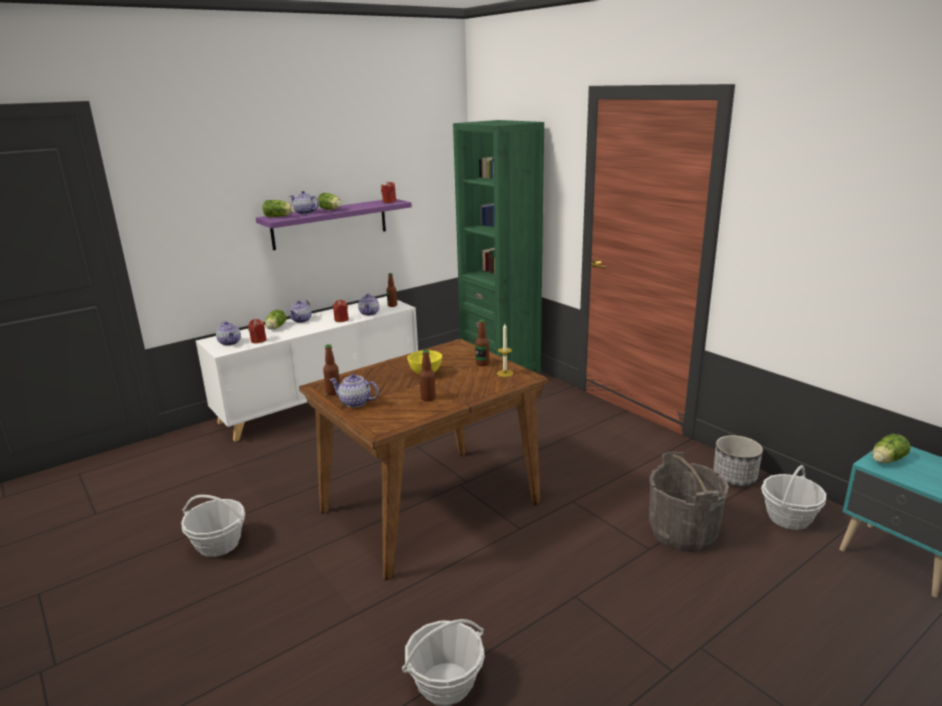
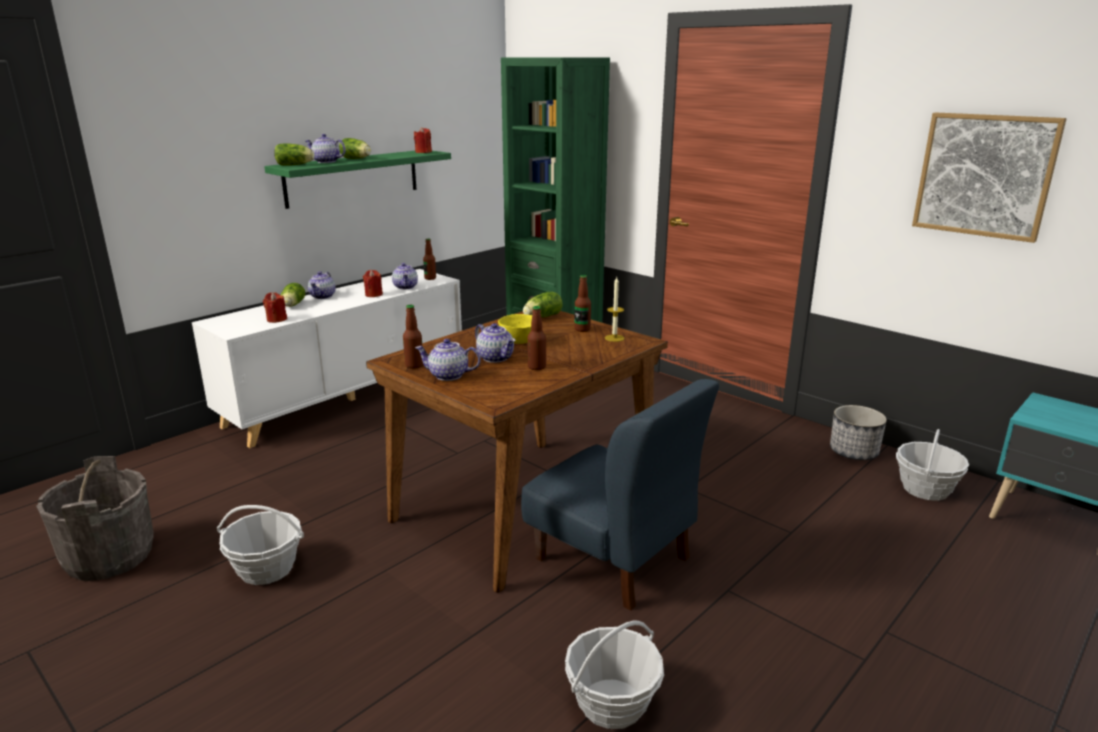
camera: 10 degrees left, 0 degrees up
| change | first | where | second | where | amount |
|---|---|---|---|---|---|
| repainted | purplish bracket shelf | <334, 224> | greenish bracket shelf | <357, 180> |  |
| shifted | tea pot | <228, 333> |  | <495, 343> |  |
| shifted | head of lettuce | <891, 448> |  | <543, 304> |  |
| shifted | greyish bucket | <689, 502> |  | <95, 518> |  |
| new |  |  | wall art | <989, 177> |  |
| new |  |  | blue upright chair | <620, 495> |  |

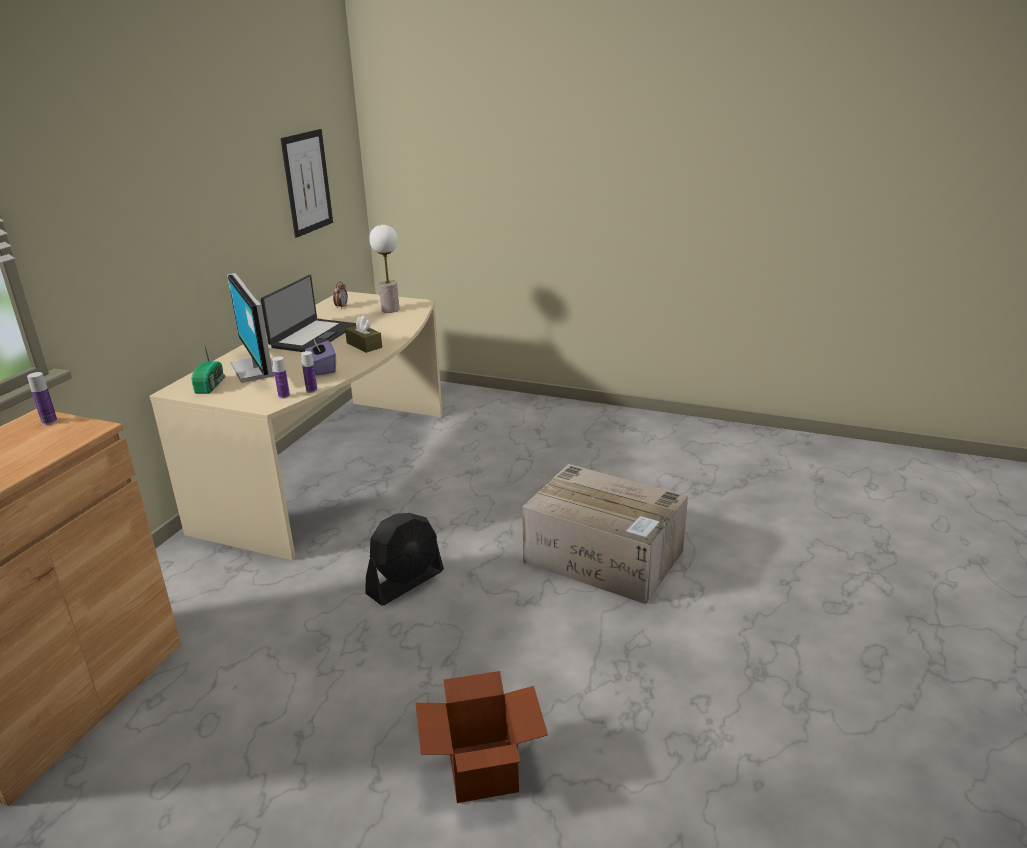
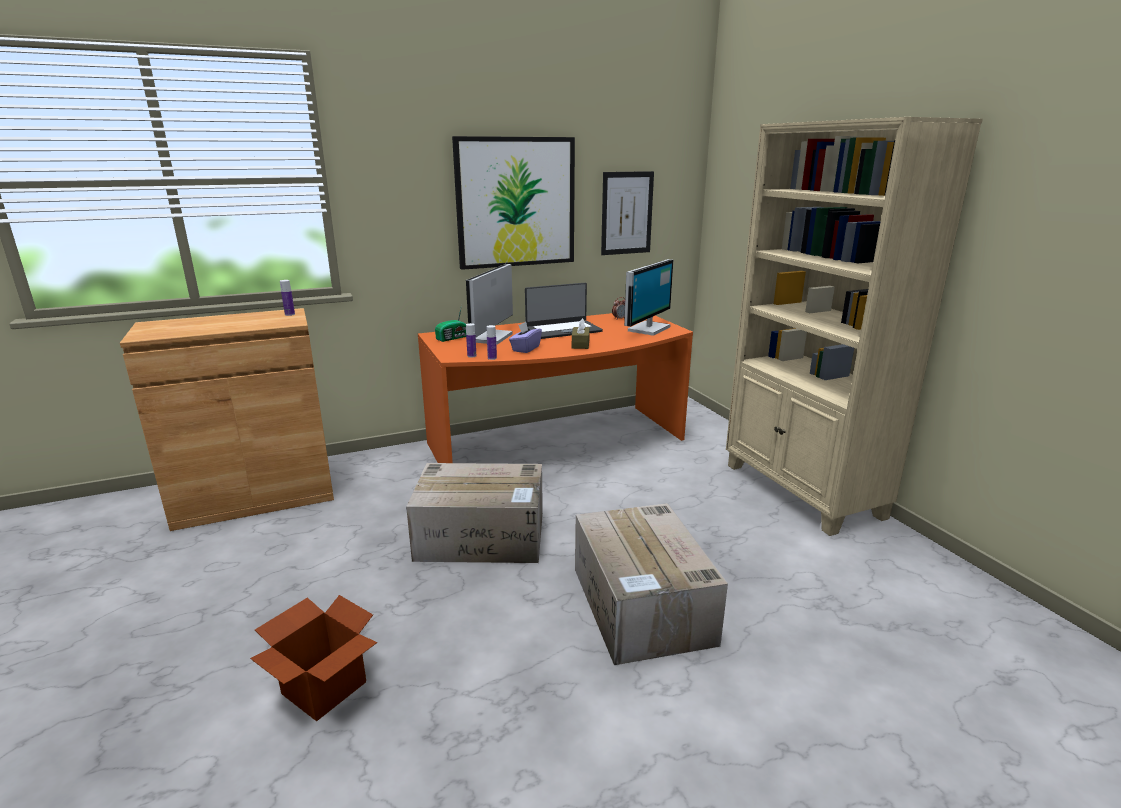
camera: 45 degrees right, 5 degrees down
| change | first | where | second | where | amount |
|---|---|---|---|---|---|
| swapped | tabletop lamp | <384, 269> | computer screen | <648, 297> |  |
| repainted | beige desk | <296, 426> | orangey desk | <555, 388> |  |
| swapped | black-coloured fan | <404, 559> | packing box | <474, 513> |  |
| new |  |  | beige shelving unit | <854, 326> |  |
| new |  |  | wall art | <513, 203> |  |

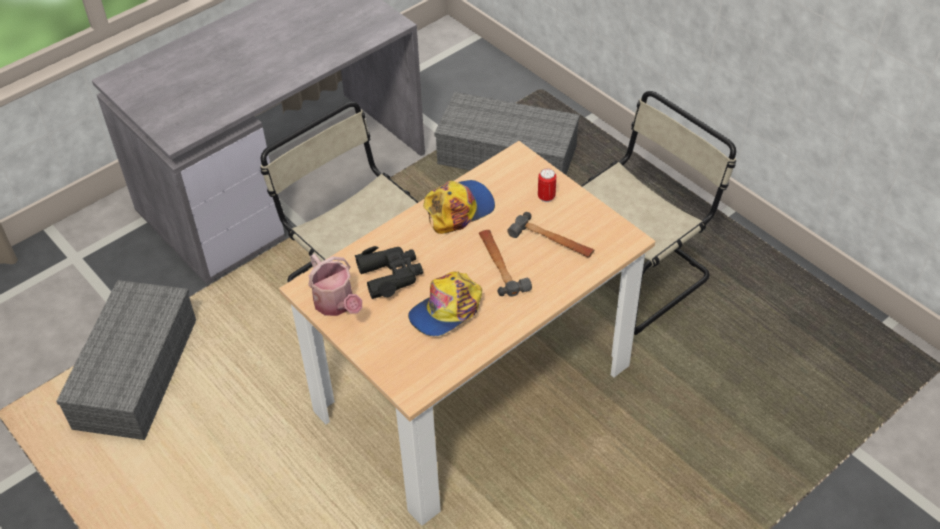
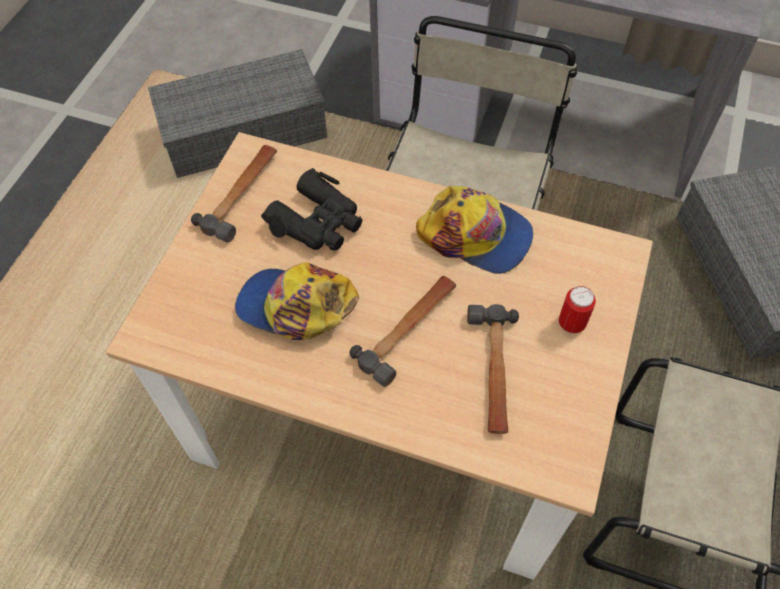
camera: 60 degrees right, 10 degrees up
| change | first | where | second | where | amount |
|---|---|---|---|---|---|
| swapped | sprinkling can | <335, 285> | hammer | <234, 194> |  |

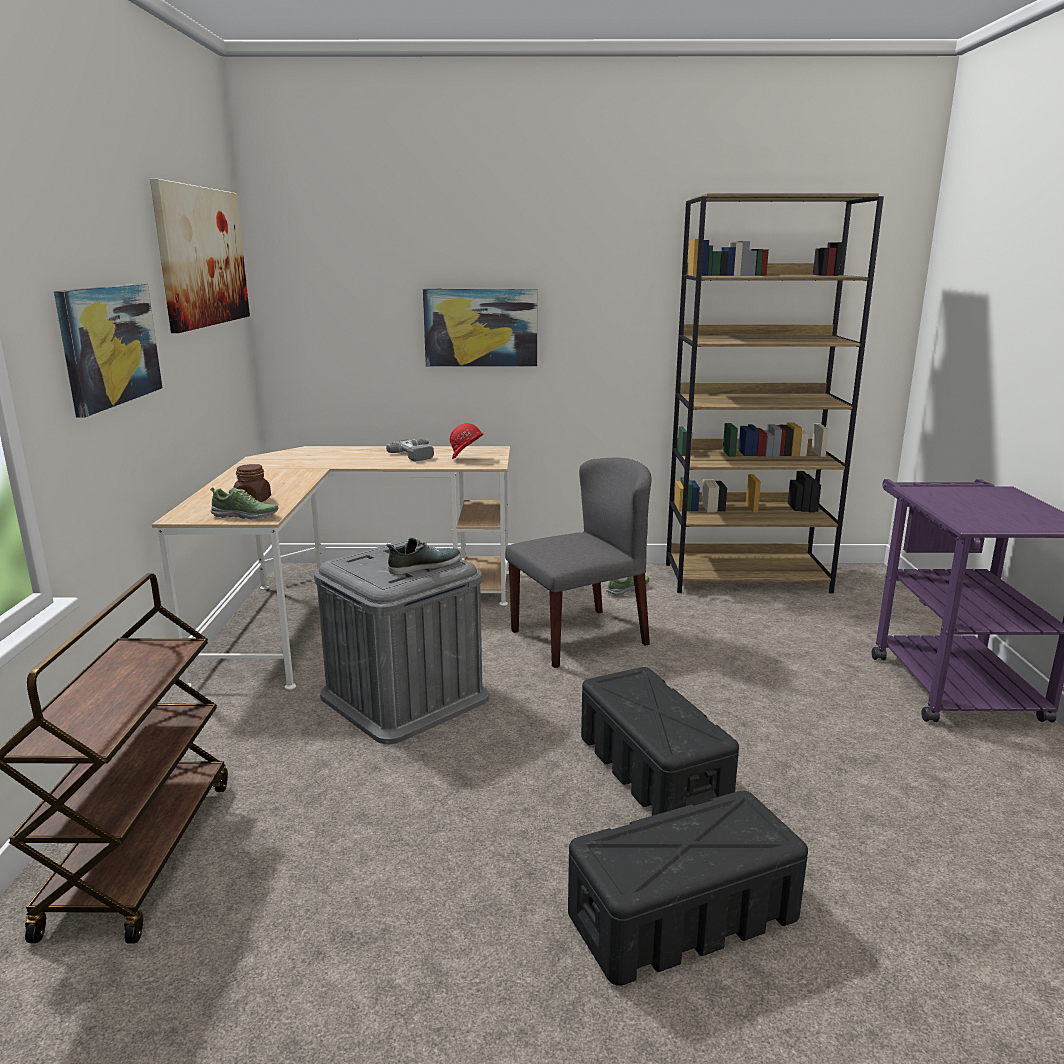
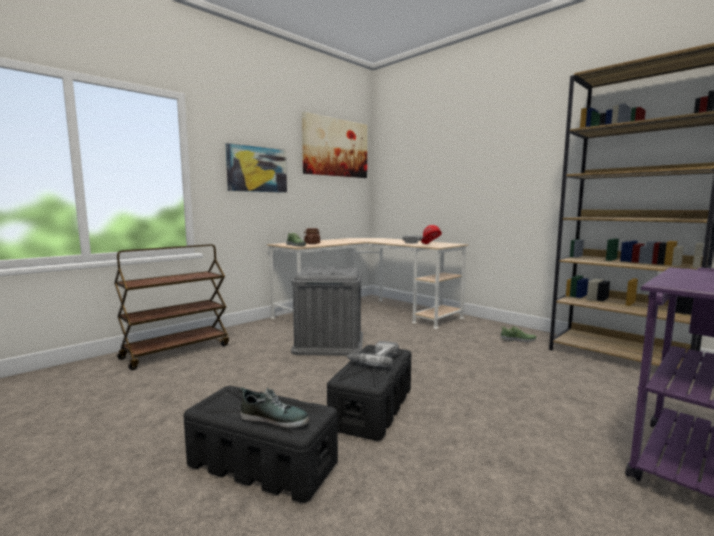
camera: 45 degrees right, 10 degrees down
| change | first | where | second | where | amount |
|---|---|---|---|---|---|
| gone | wall art | <480, 328> |  |  |  |
| gone | greyish upright chair | <578, 563> |  |  |  |
| shifted | item of footwear | <423, 556> |  | <274, 407> |  |
| new |  |  | drill | <373, 354> |  |

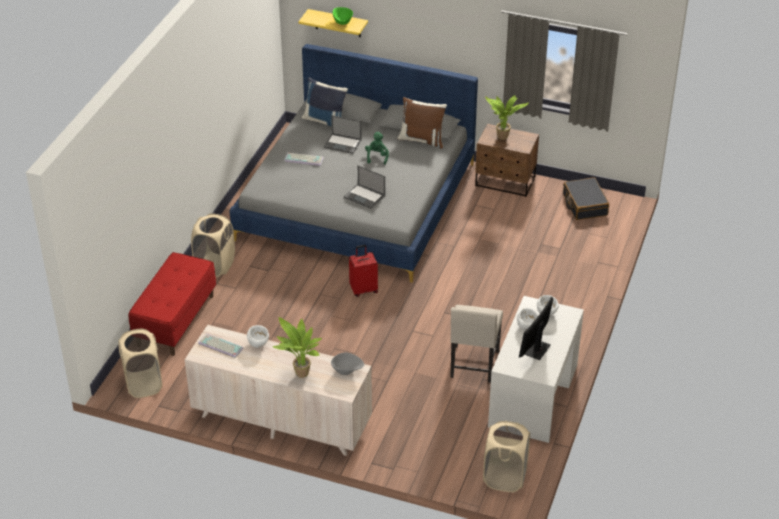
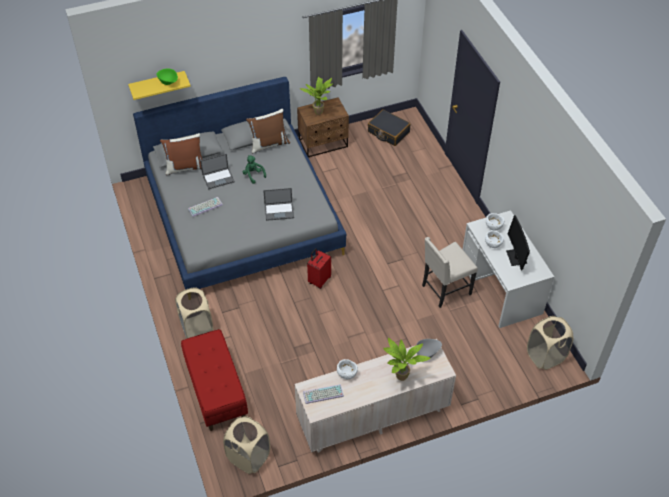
camera: 40 degrees left, 10 degrees up
| change | first | where | second | where | amount |
|---|---|---|---|---|---|
| repainted | blue throw pillow | <324, 102> | brown throw pillow | <181, 154> |  |
| rotated | beige upright chair | <476, 344> |  | <450, 272> | 90 degrees clockwise |

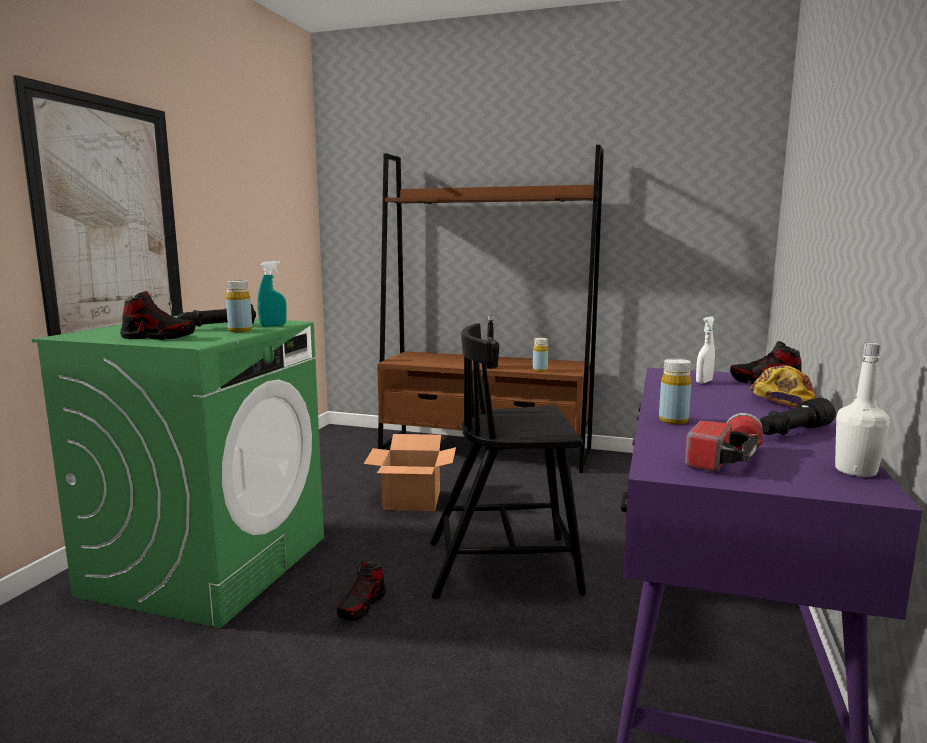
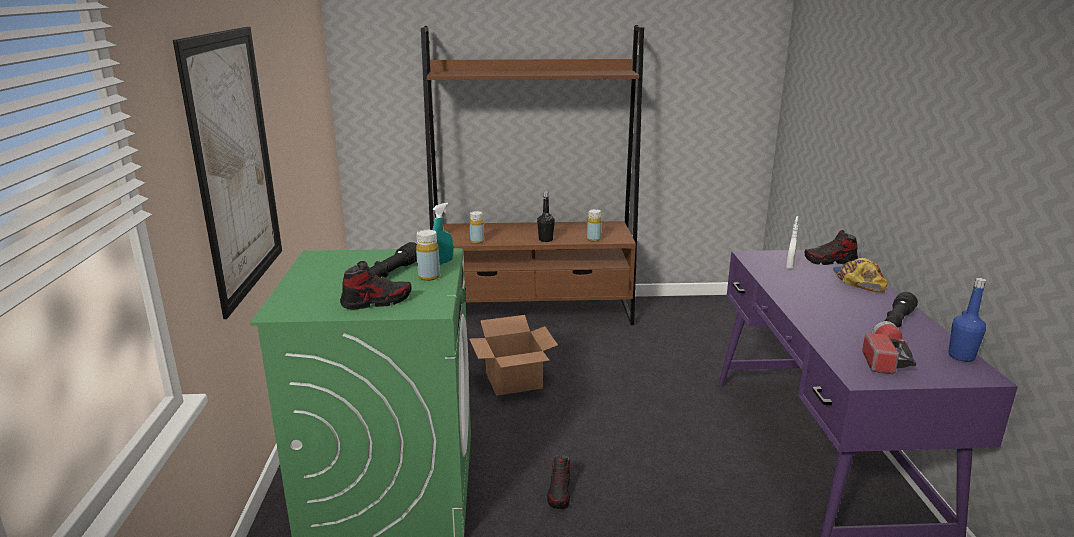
camera: 20 degrees left, 10 degrees up
| change | first | where | second | where | amount |
|---|---|---|---|---|---|
| gone | black-coloured upright chair | <508, 461> |  |  |  |
| repainted | white beverage bottle | <862, 409> | blue beverage bottle | <967, 320> |  |
| shifted | yellow beverage bottle | <675, 391> |  | <477, 227> |  |

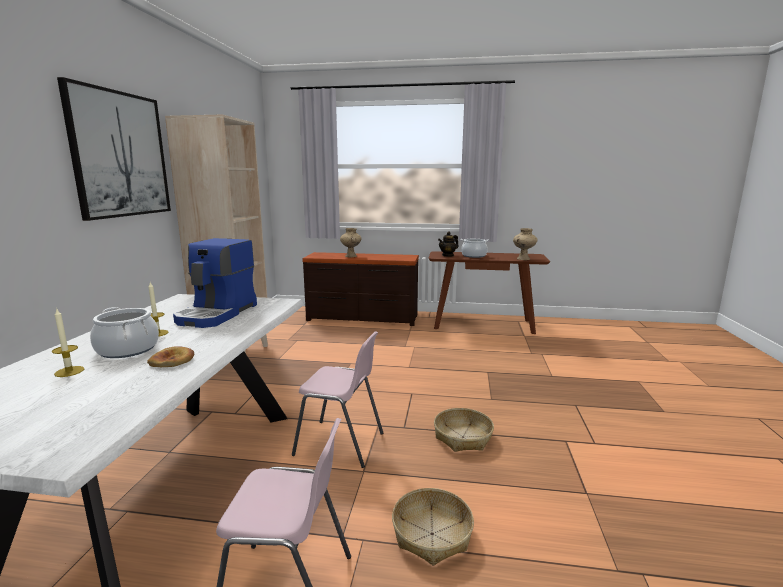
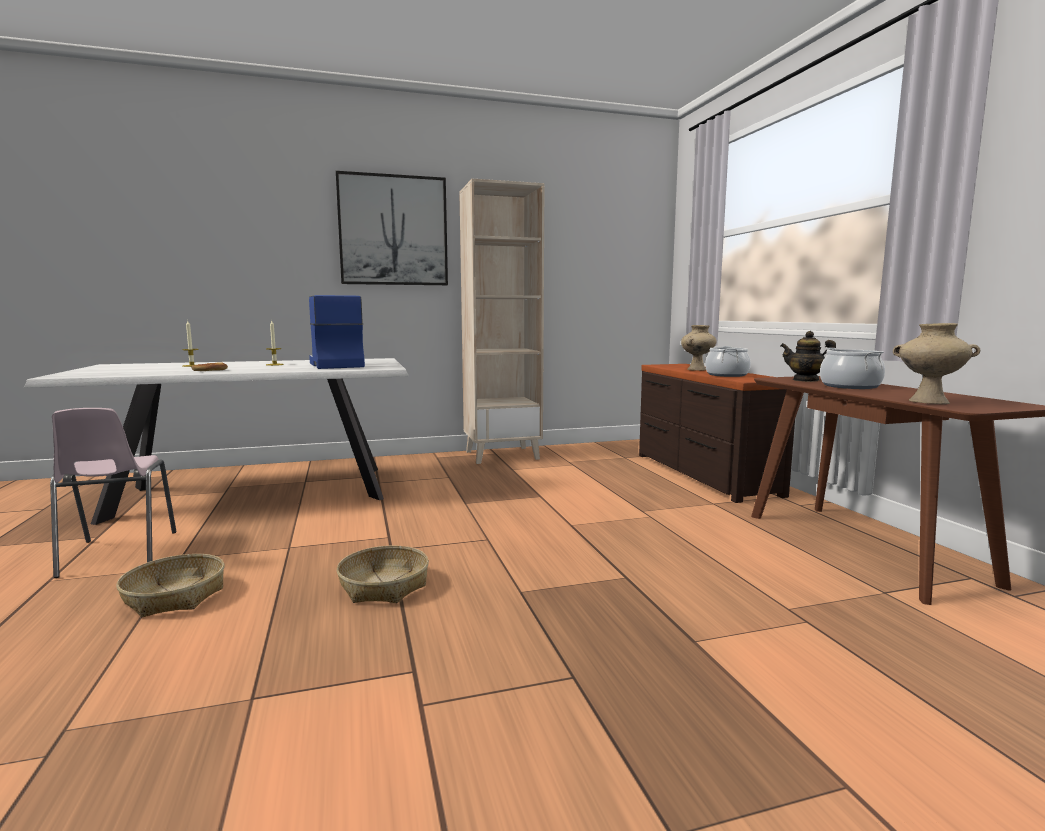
camera: 65 degrees right, 5 degrees down
| change | first | where | second | where | amount |
|---|---|---|---|---|---|
| rotated | coffee machine | <215, 283> |  | <337, 332> | 75 degrees clockwise |
| shifted | stockpot | <124, 332> |  | <728, 361> |  |
| gone | pink upright chair | <337, 399> |  |  |  |

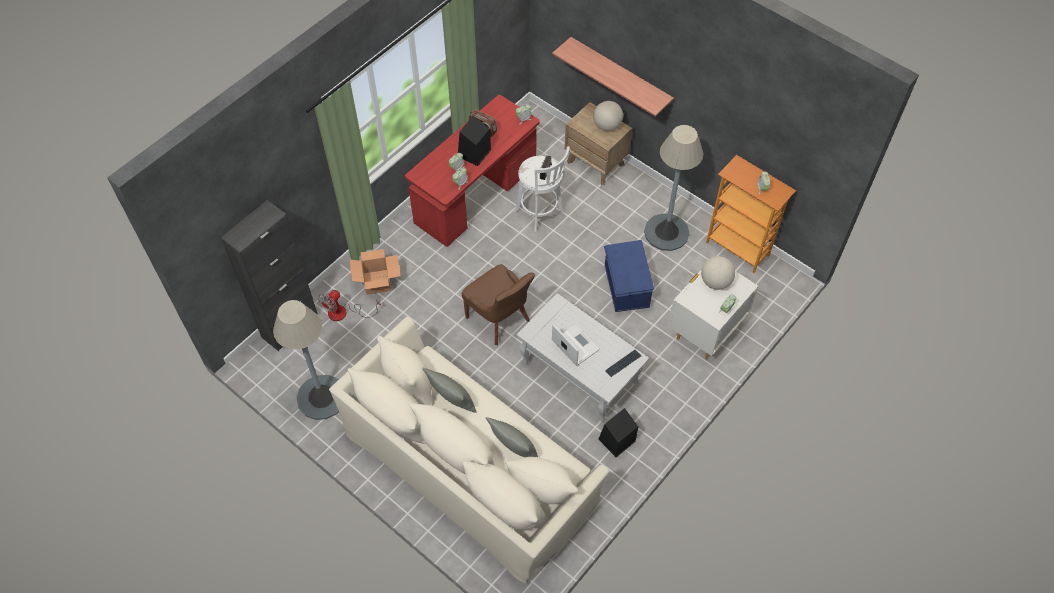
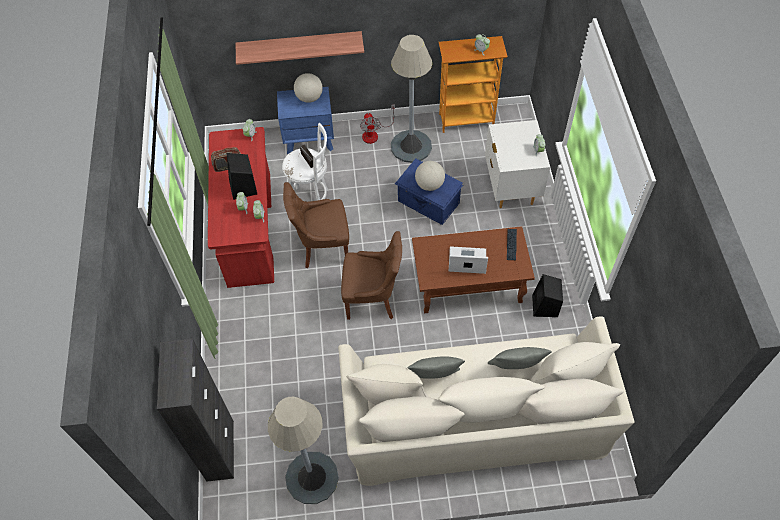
camera: 45 degrees left, 0 degrees up
| change | first | where | second | where | amount |
|---|---|---|---|---|---|
| repainted | brown night table | <598, 143> | blue night table | <305, 120> |  |
| gone | packing box | <375, 272> |  |  |  |
| shifted | globe | <718, 273> |  | <430, 176> |  |
| shifted | fan | <349, 305> |  | <377, 124> |  |
| repainted | white coffee table | <582, 357> | brown coffee table | <473, 269> |  |
| new |  |  | brown upright chair | <316, 225> |  |

